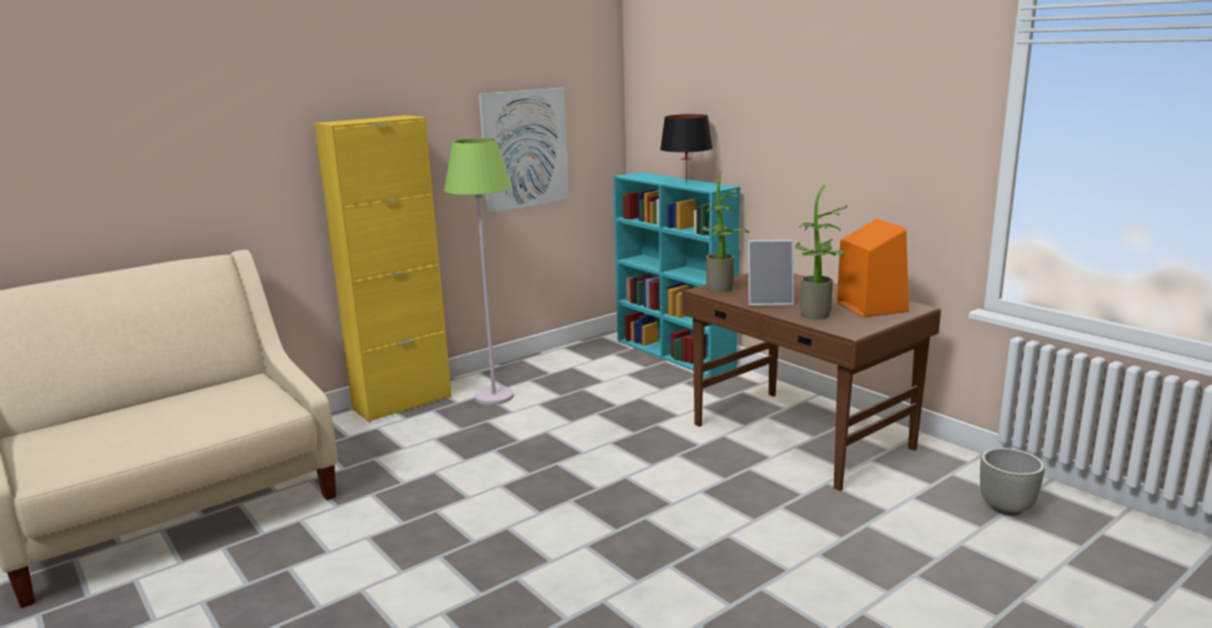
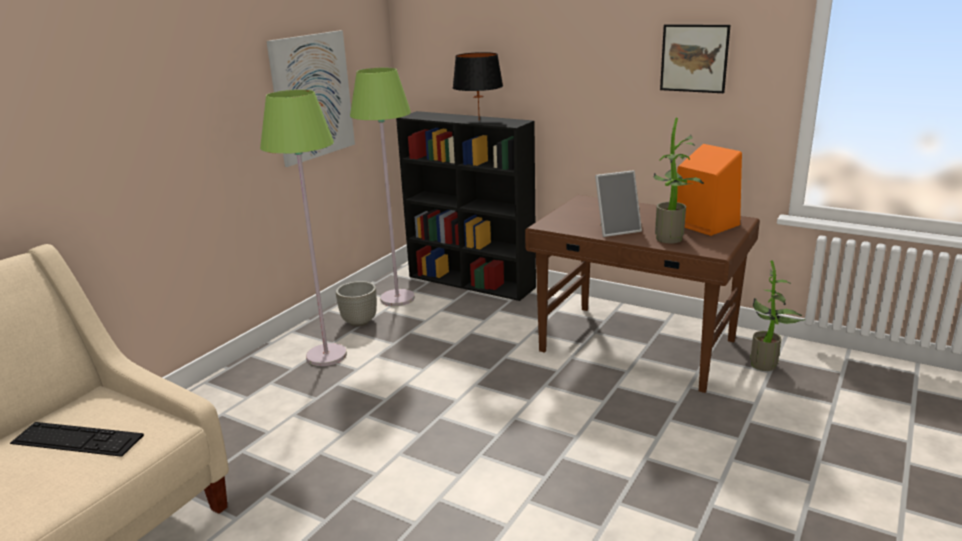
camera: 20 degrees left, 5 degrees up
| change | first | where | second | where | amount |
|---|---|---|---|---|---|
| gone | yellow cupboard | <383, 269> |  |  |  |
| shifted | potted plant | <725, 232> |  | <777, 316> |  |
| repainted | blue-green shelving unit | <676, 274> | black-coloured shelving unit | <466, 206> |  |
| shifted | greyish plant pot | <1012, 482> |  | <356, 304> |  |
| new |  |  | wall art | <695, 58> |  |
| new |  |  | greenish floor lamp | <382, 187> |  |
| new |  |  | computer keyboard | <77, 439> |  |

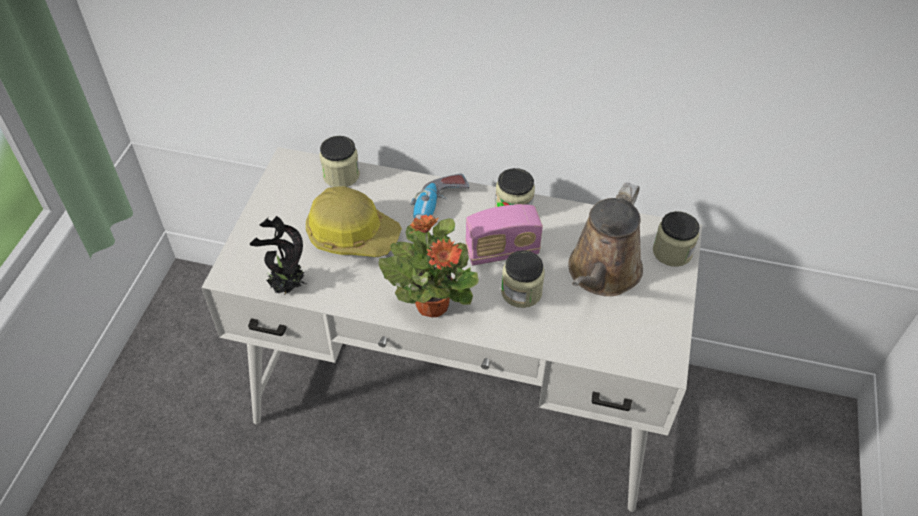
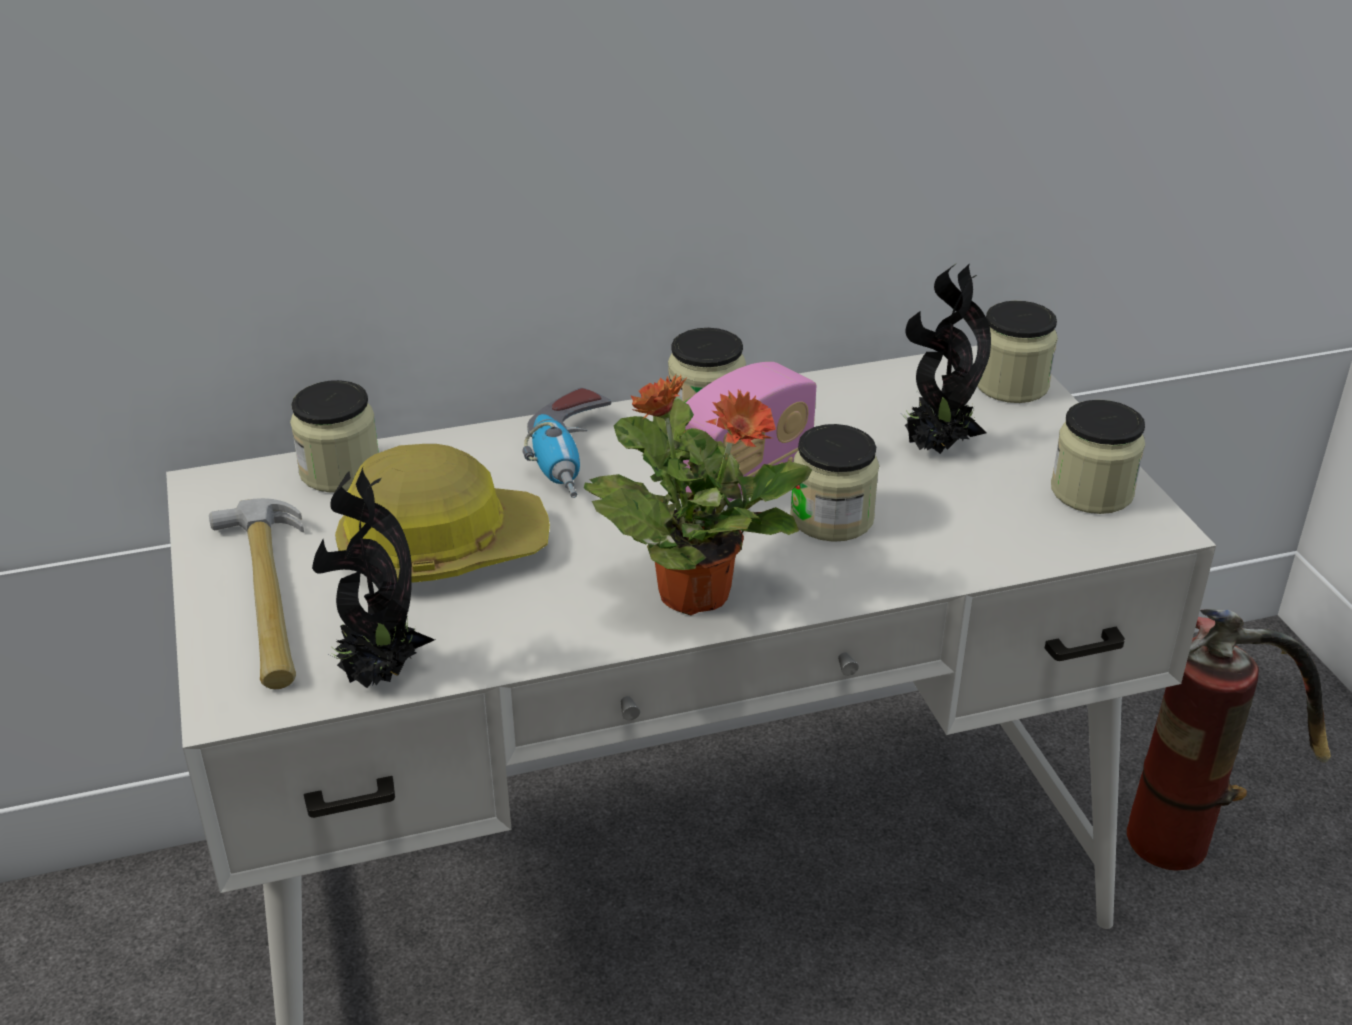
camera: 30 degrees left, 15 degrees down
| change | first | where | second | where | amount |
|---|---|---|---|---|---|
| swapped | brown sprinkling can | <605, 239> | potted plant | <948, 358> |  |
| new |  |  | preserve jar | <1098, 457> |  |
| new |  |  | hammer | <256, 593> |  |
| new |  |  | fire-fighting cylinder | <1229, 740> |  |

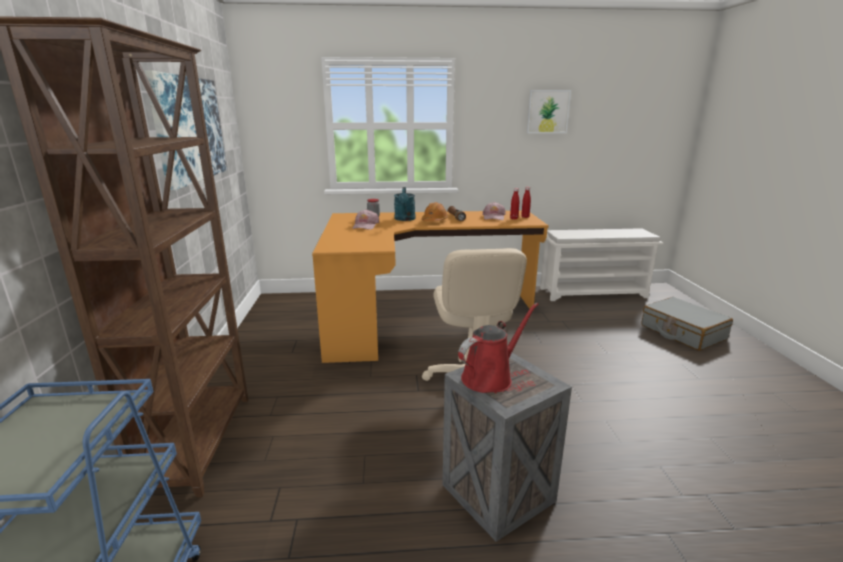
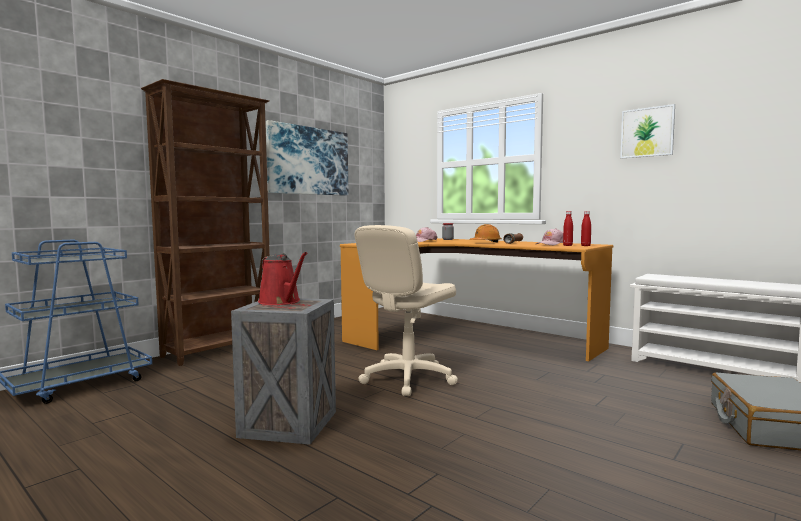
camera: 45 degrees right, 15 degrees down
| change | first | where | second | where | amount |
|---|---|---|---|---|---|
| gone | blue-green sprinkling can | <405, 204> |  |  |  |
| rotated | red sprinkling can | <498, 348> |  | <282, 278> | 45 degrees clockwise |

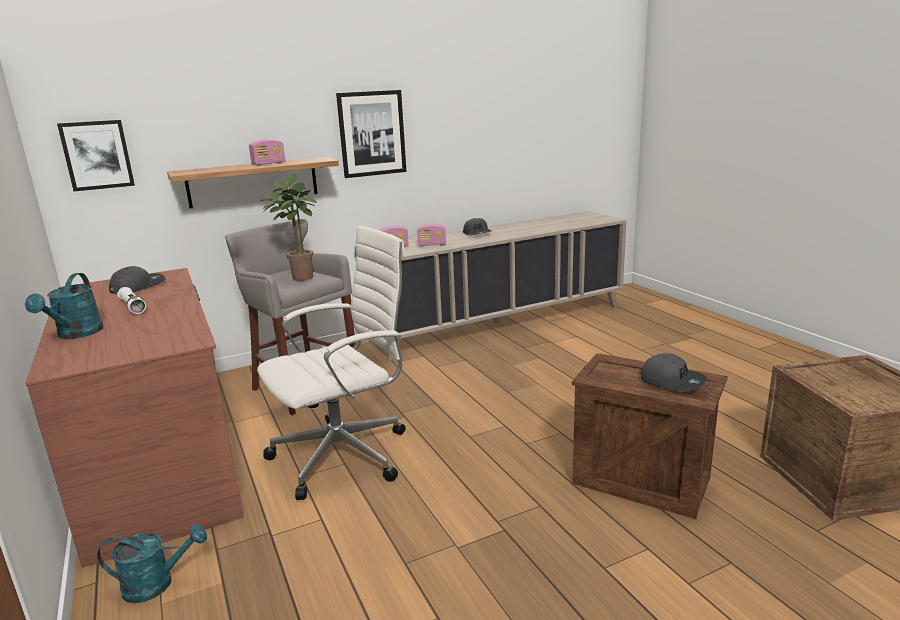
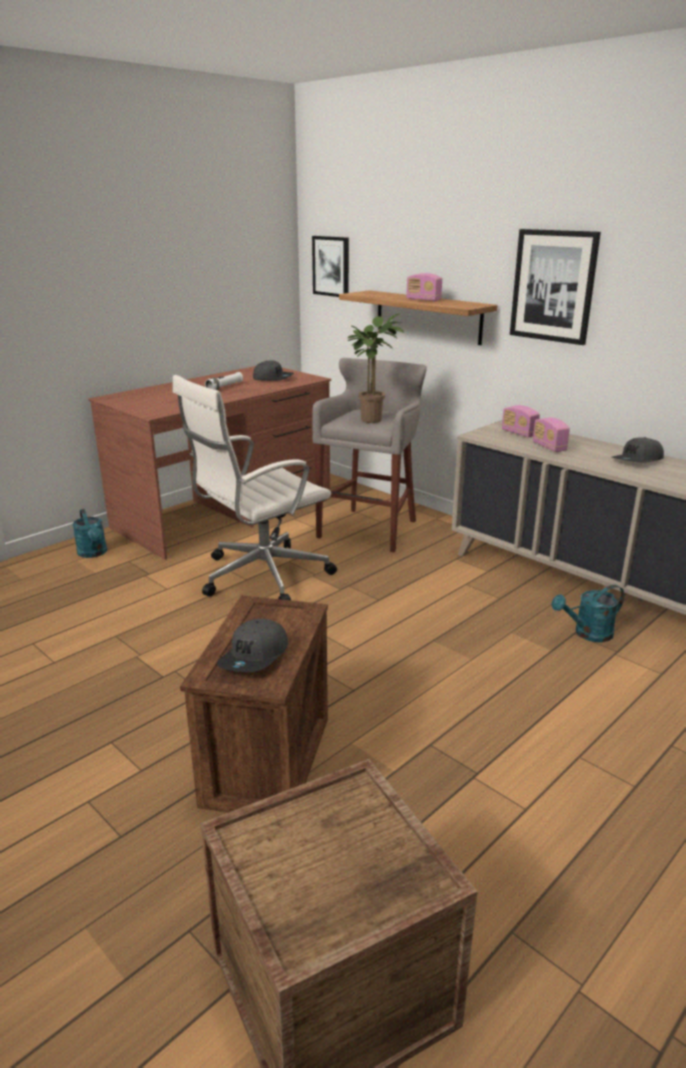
camera: 70 degrees right, 5 degrees up
| change | first | where | second | where | amount |
|---|---|---|---|---|---|
| rotated | white computer chair | <331, 362> |  | <255, 487> | 105 degrees clockwise |
| shifted | blue-green sprinkling can | <64, 306> |  | <587, 613> |  |

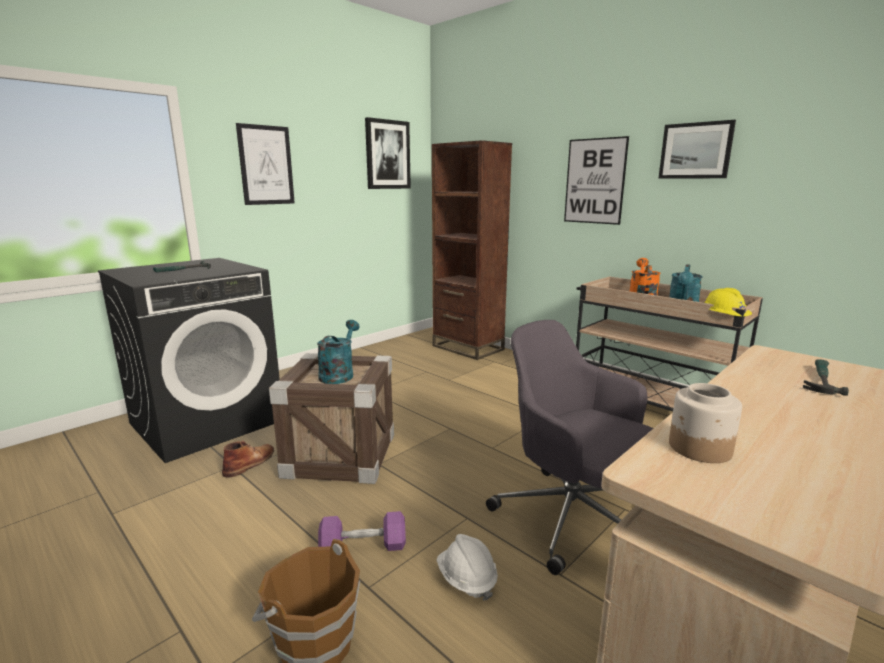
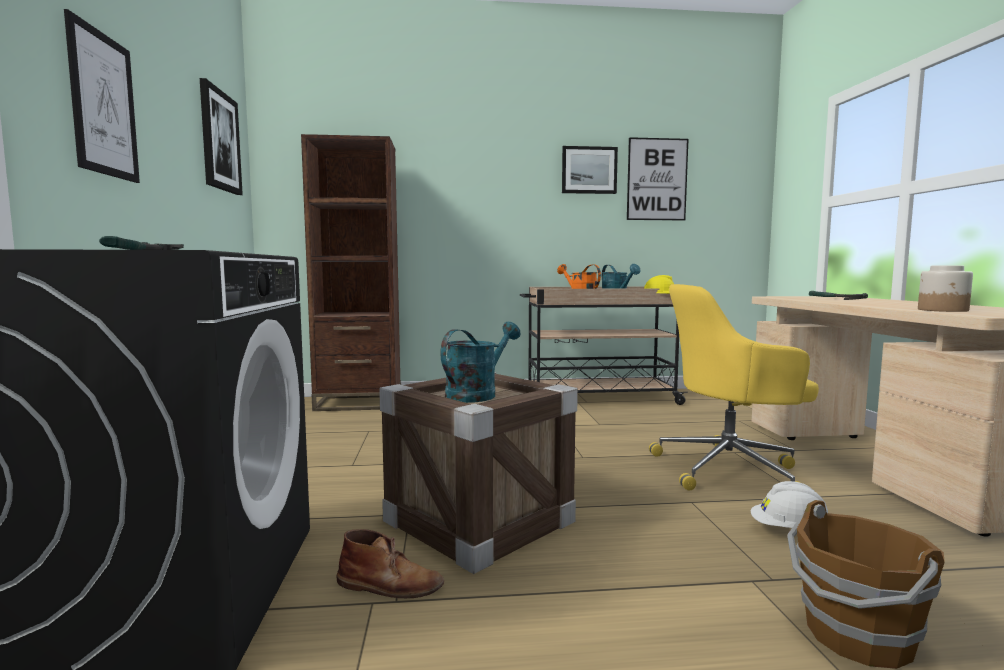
camera: 50 degrees left, 10 degrees down
| change | first | where | second | where | amount |
|---|---|---|---|---|---|
| shifted | wall art | <596, 180> |  | <658, 178> |  |
| rotated | blue-green sprinkling can | <338, 352> |  | <480, 362> | 75 degrees clockwise |
| repainted | greyish computer chair | <569, 447> | yellow computer chair | <734, 387> |  |
| rotated | brown high-top boot | <248, 459> |  | <390, 563> | 120 degrees clockwise |
| gone | purplish dumbbell | <362, 531> |  |  |  |

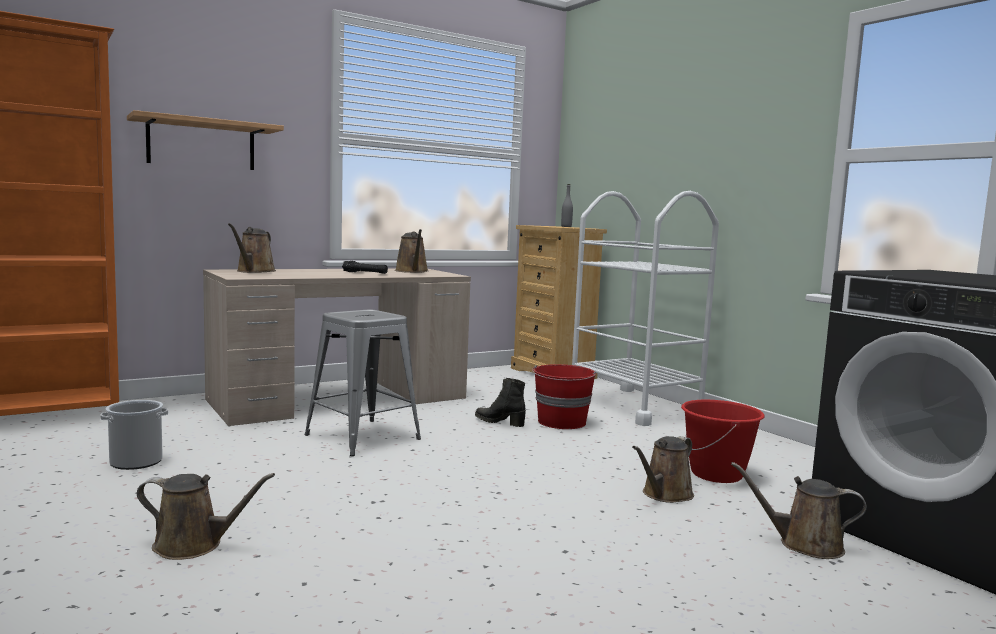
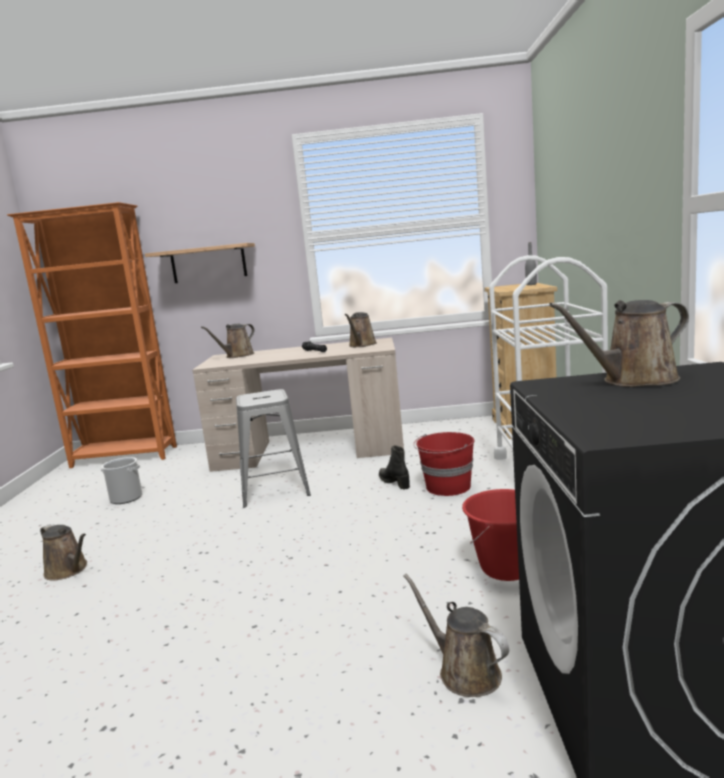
camera: 35 degrees right, 5 degrees up
| change | first | where | second | where | amount |
|---|---|---|---|---|---|
| shifted | brown sprinkling can | <663, 469> |  | <619, 343> |  |

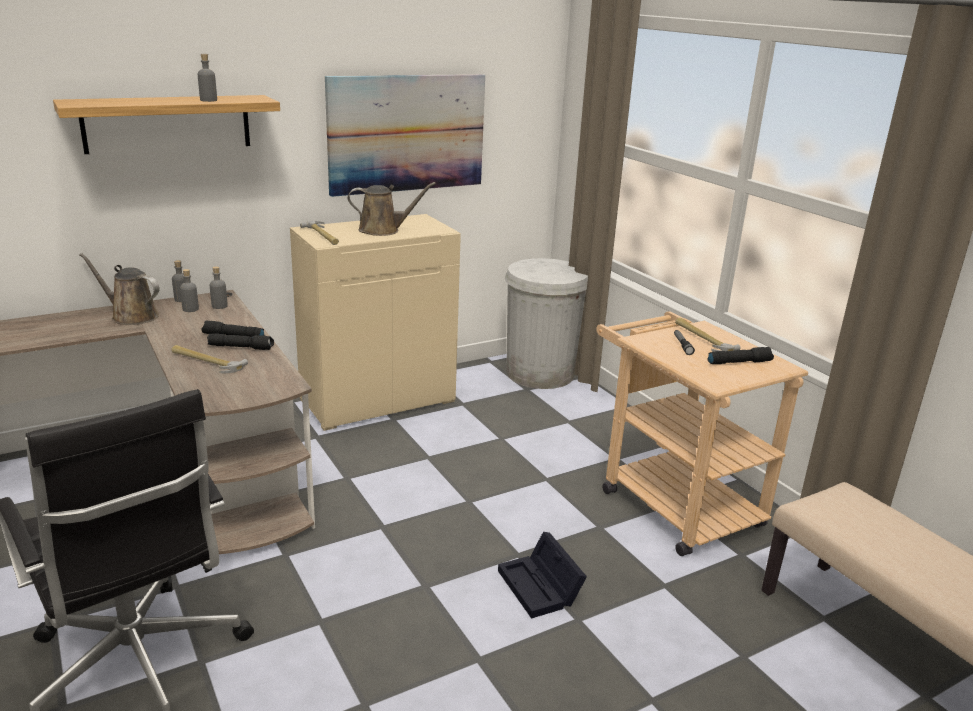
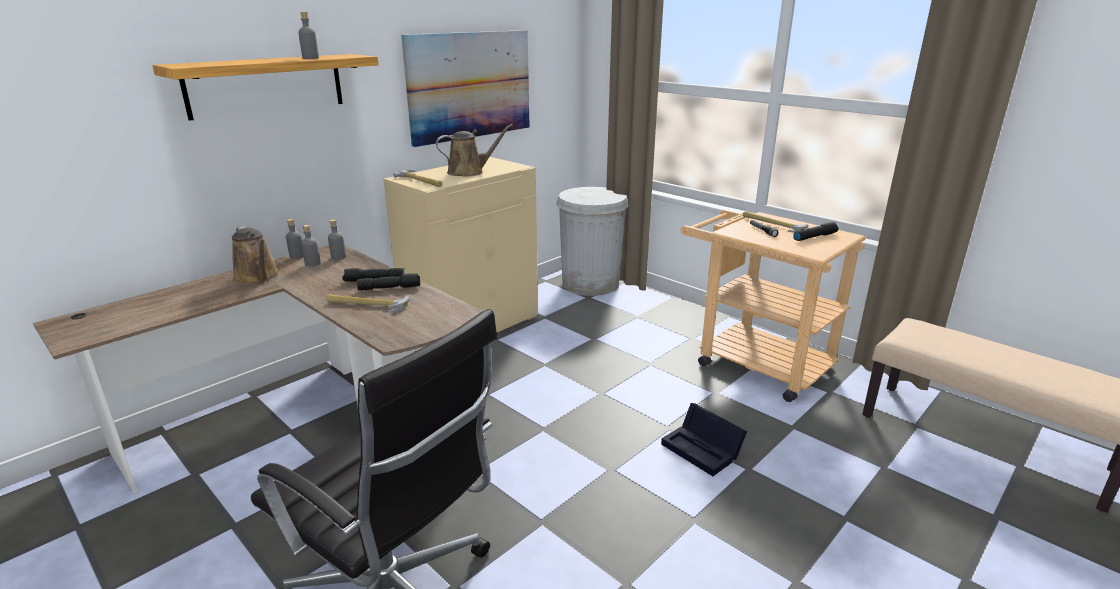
camera: 15 degrees left, 0 degrees up
| change | first | where | second | where | amount |
|---|---|---|---|---|---|
| rotated | brown sprinkling can | <119, 289> |  | <255, 255> | 135 degrees counterclockwise |

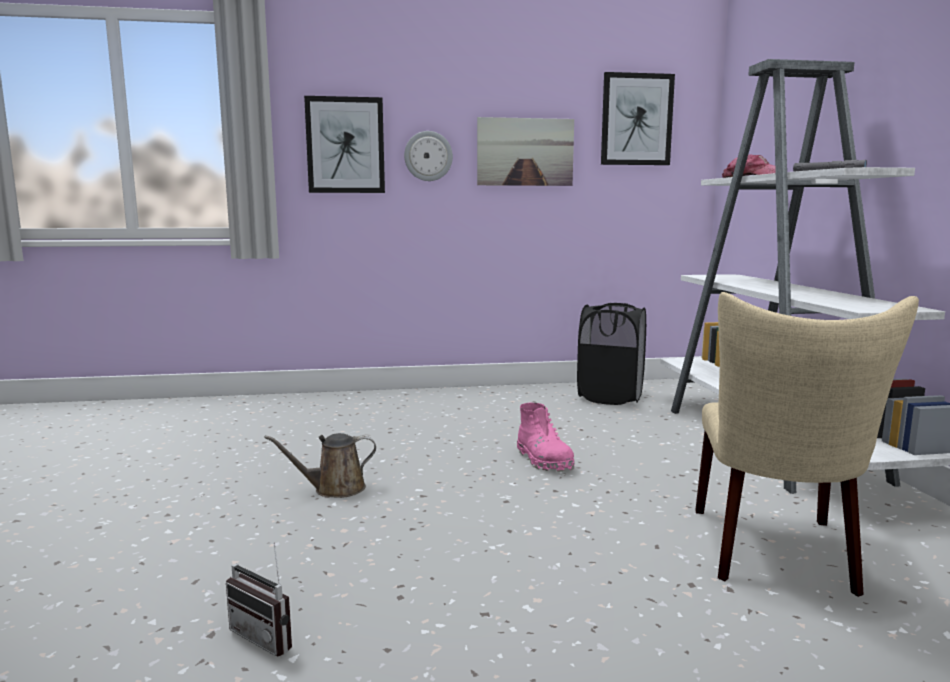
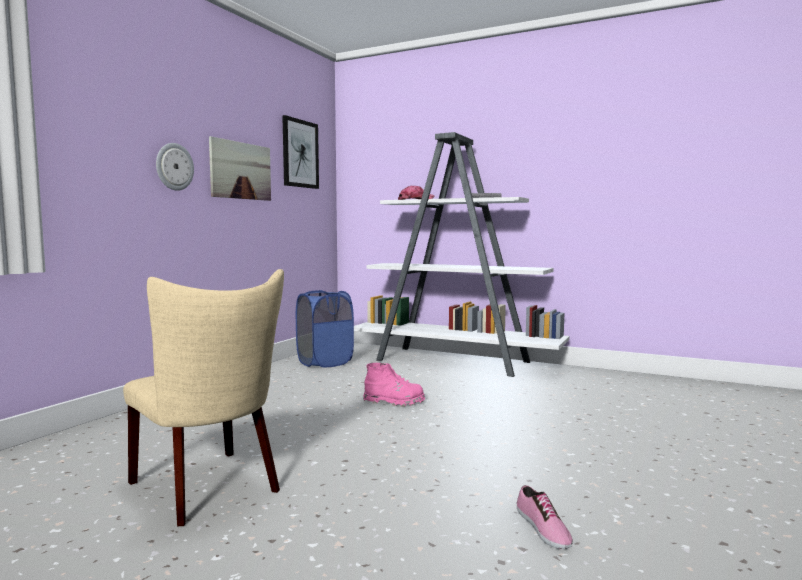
camera: 55 degrees left, 5 degrees down
| change | first | where | second | where | amount |
|---|---|---|---|---|---|
| gone | wall art | <344, 144> |  |  |  |
| shifted | beige upright chair | <807, 444> |  | <203, 397> |  |
| repainted | black-coloured hamper | <611, 354> | blue hamper | <325, 328> |  |
| gone | brown sprinkling can | <320, 465> |  |  |  |
| swapped | radio receiver | <259, 599> | item of footwear | <545, 517> |  |

